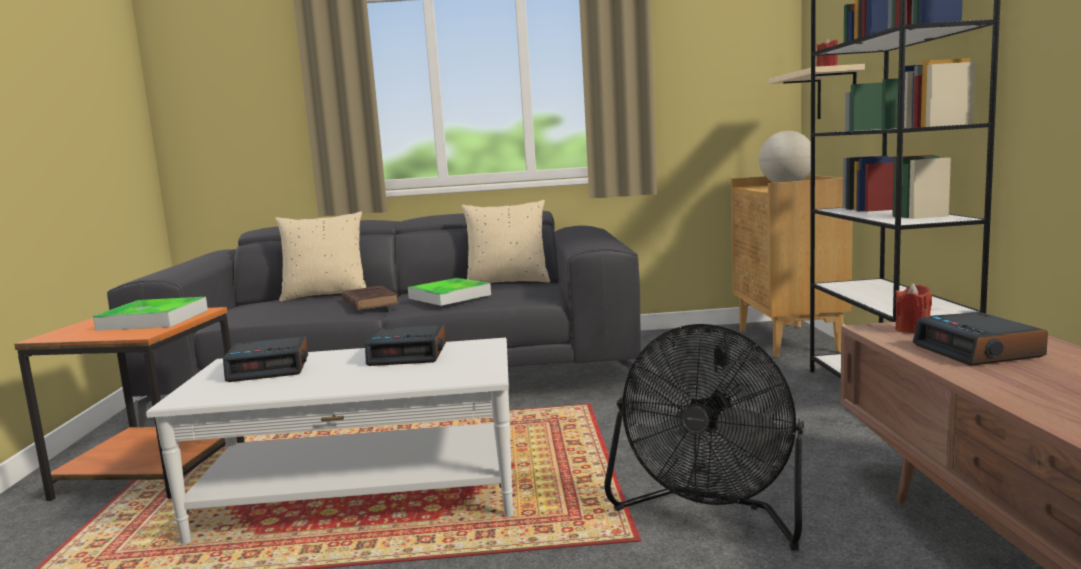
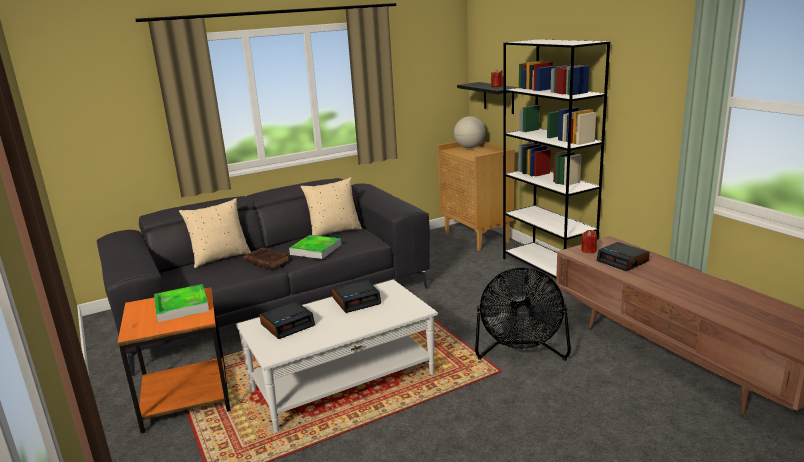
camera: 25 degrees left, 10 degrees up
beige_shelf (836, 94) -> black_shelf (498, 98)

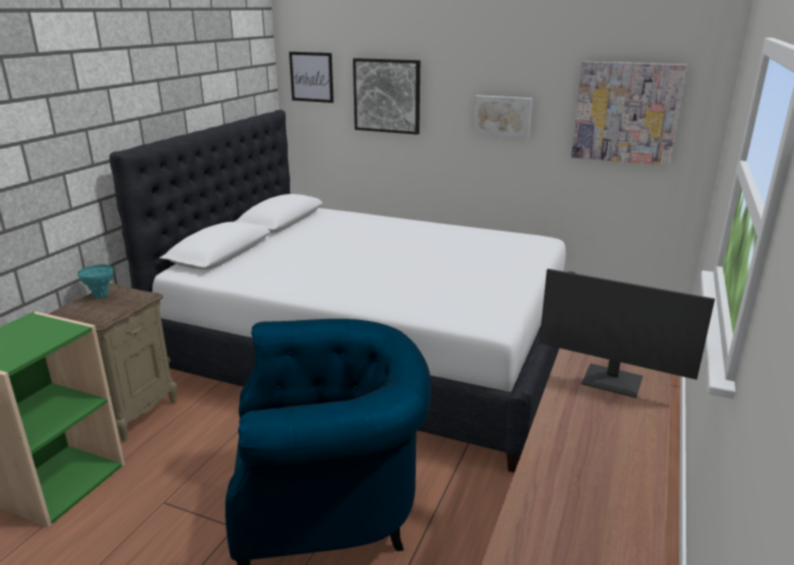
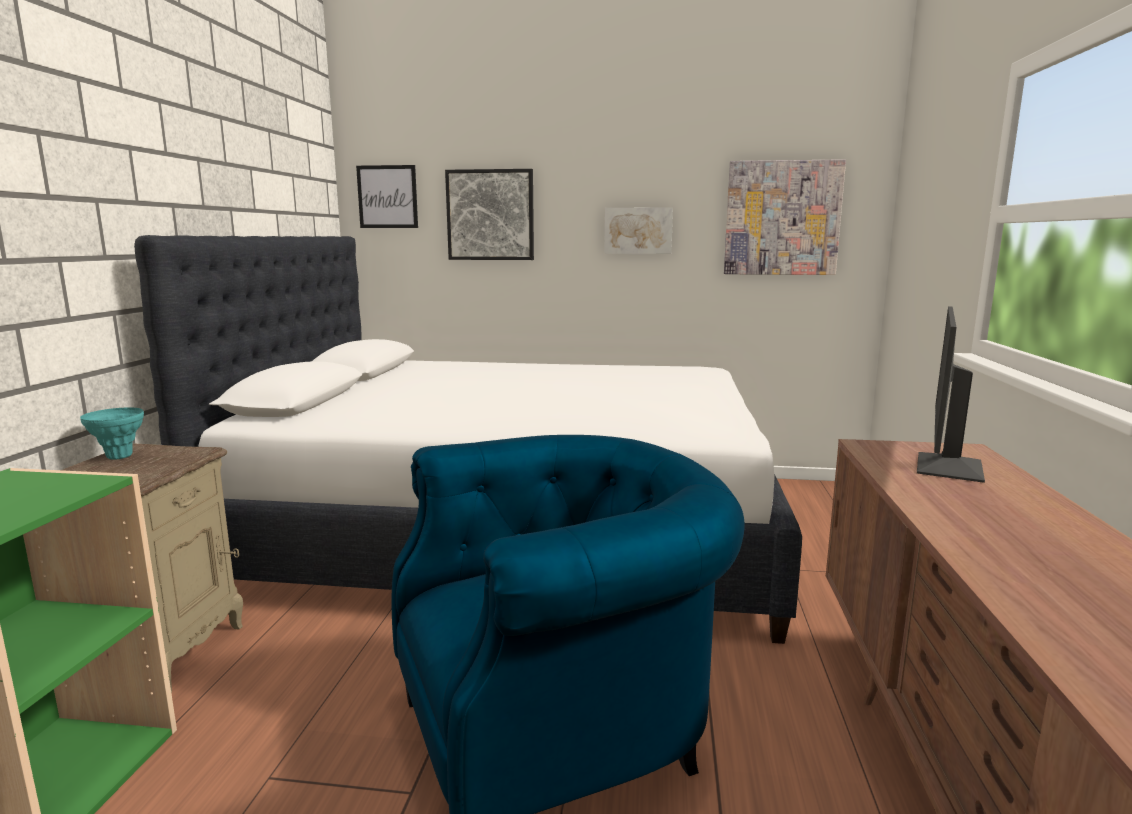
camera: 15 degrees left, 10 degrees down
monitor (612, 381) -> monitor (946, 467), 105 degrees clockwise

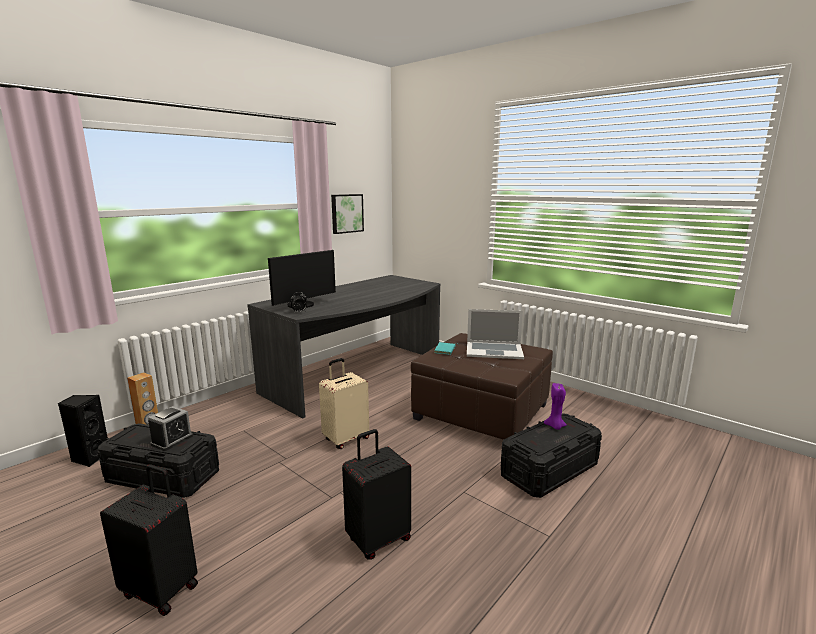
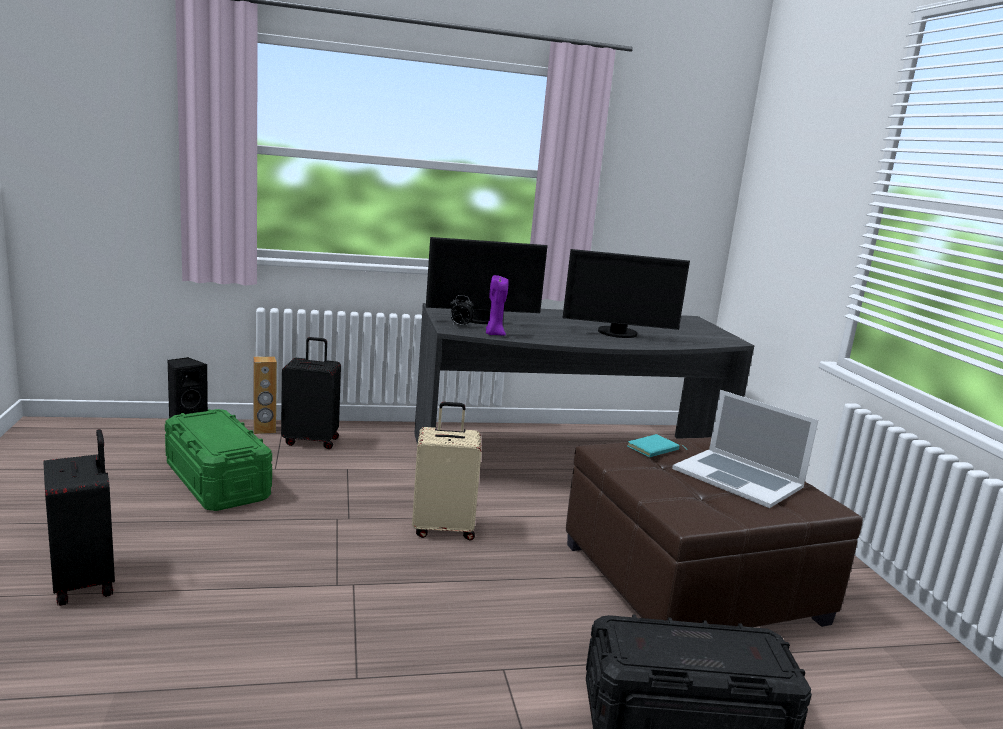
camera: 35 degrees right, 0 degrees up
alarm_clock (172, 440) -> none
picture (346, 213) -> none
none -> monitor (618, 334)
black_suitcase (378, 539) -> black_suitcase (311, 441), moved
purple_candle (555, 426) -> purple_candle (494, 334), moved
black_storage_box (163, 476) -> green_storage_box (217, 481)

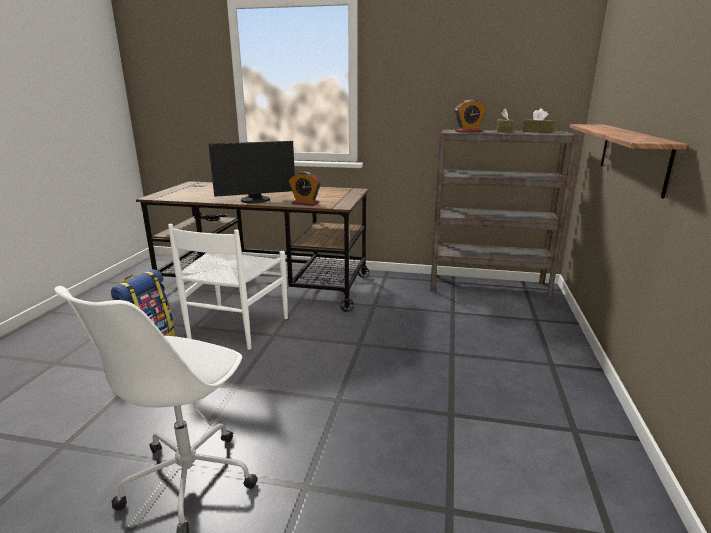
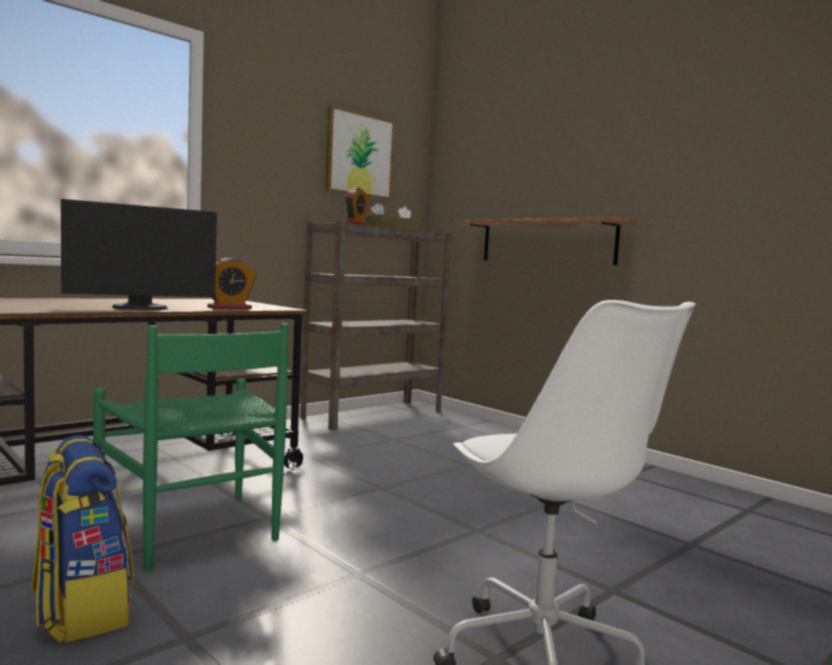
camera: 55 degrees left, 15 degrees down
none -> picture (359, 155)
white_chair (236, 328) -> green_chair (193, 532)
monitor (255, 200) -> monitor (141, 308), 45 degrees clockwise

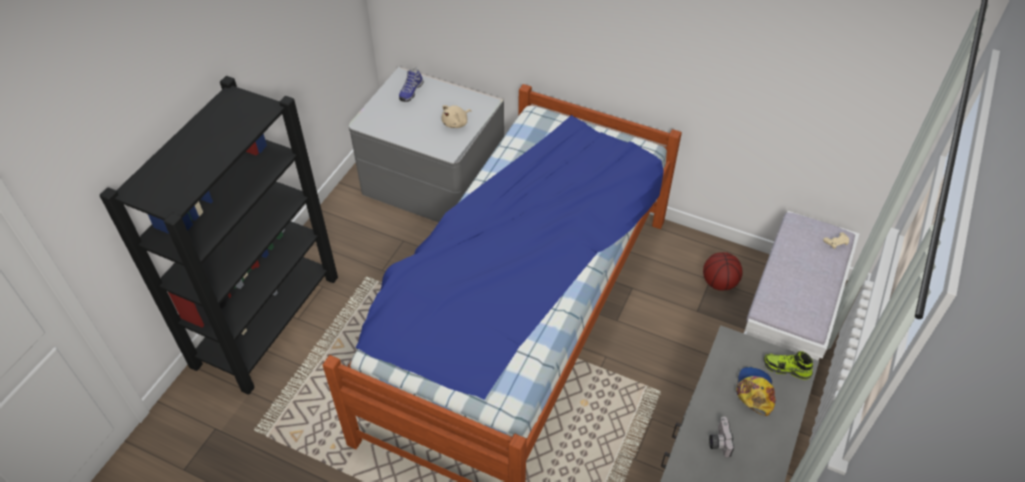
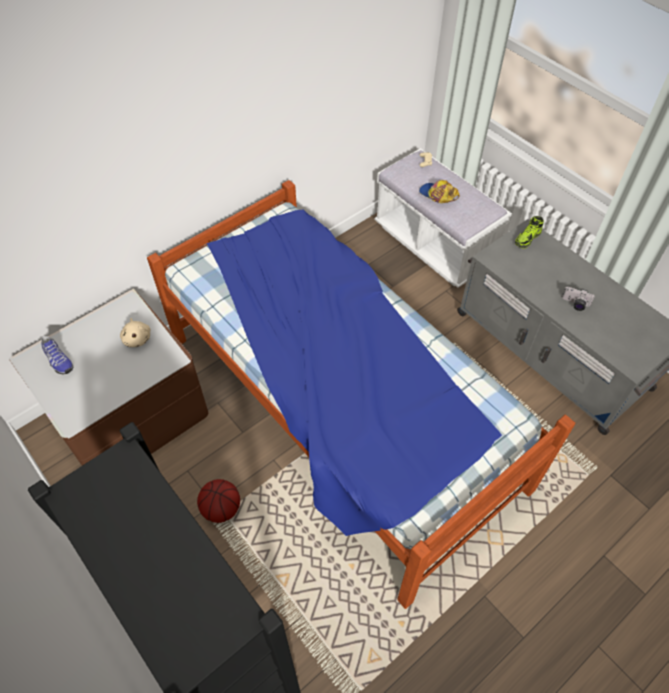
camera: 65 degrees left, 5 degrees up
basketball (719, 282) -> basketball (221, 508), moved
cap (754, 391) -> cap (438, 195), moved
grey_nightstand (433, 182) -> brown_nightstand (130, 415)

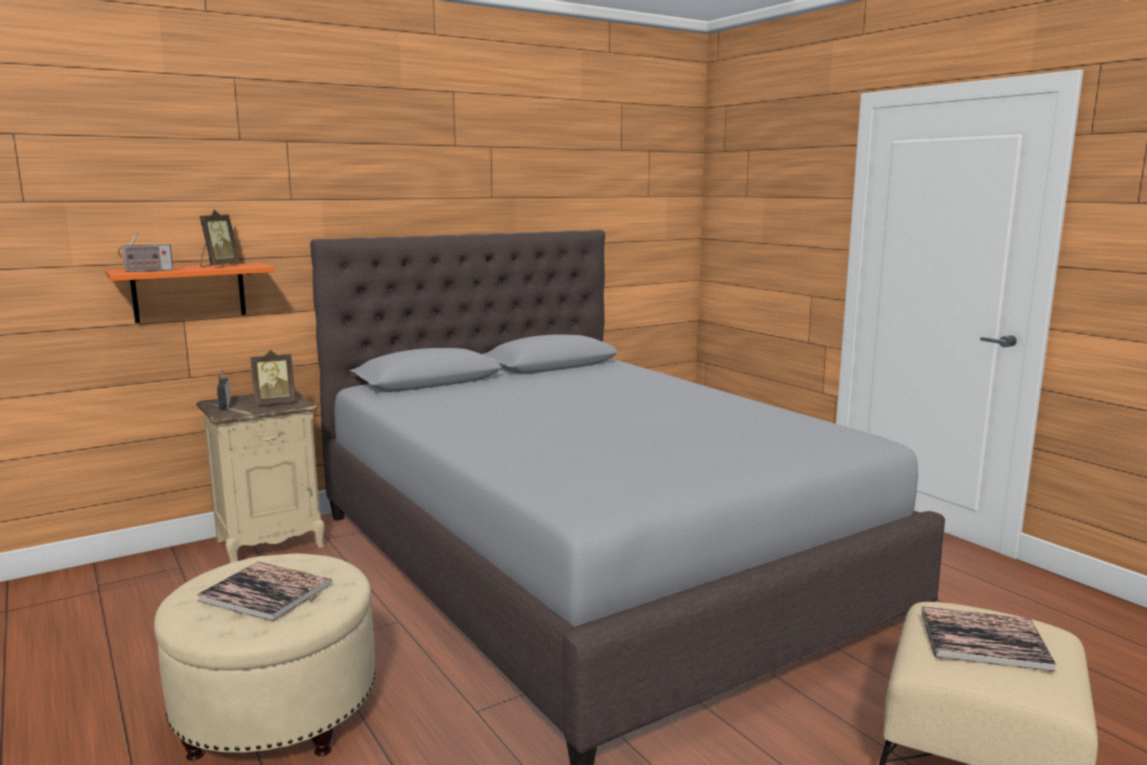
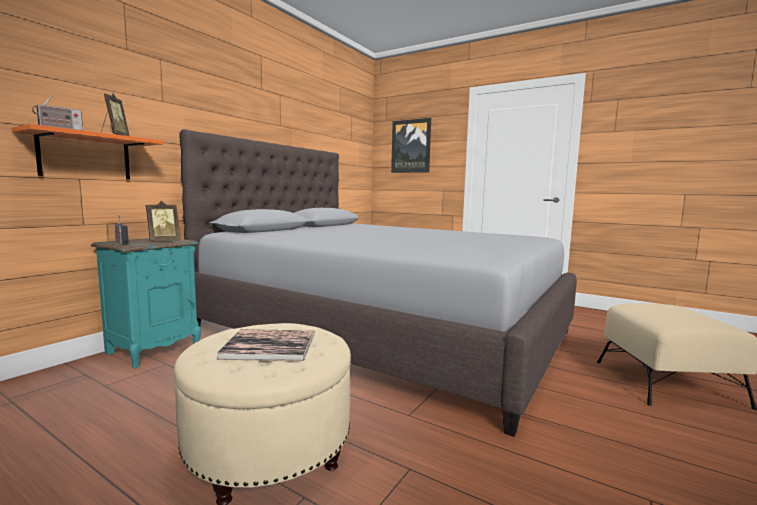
camera: 25 degrees left, 5 degrees down
book (983, 640) -> none
none -> picture (411, 146)
beige_nightstand (270, 544) -> turquoise_nightstand (155, 350)

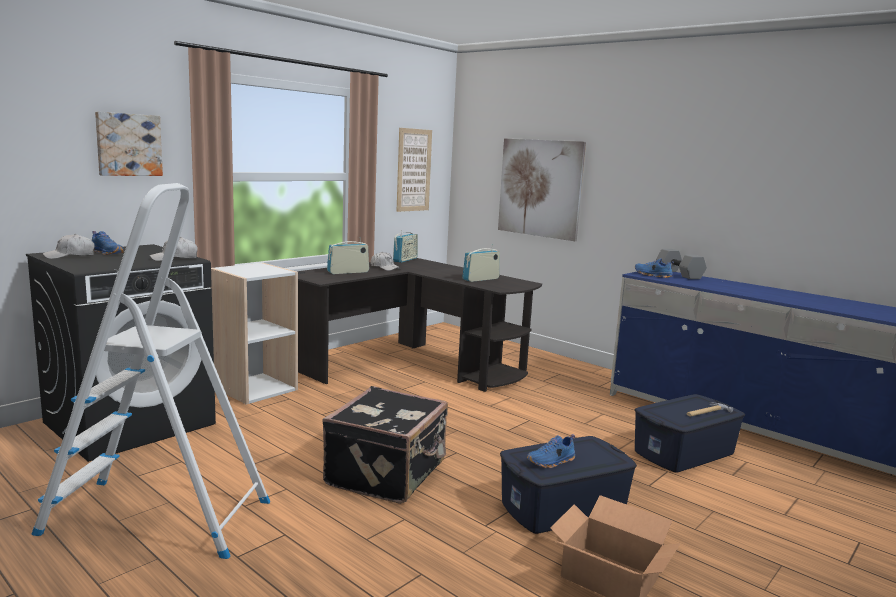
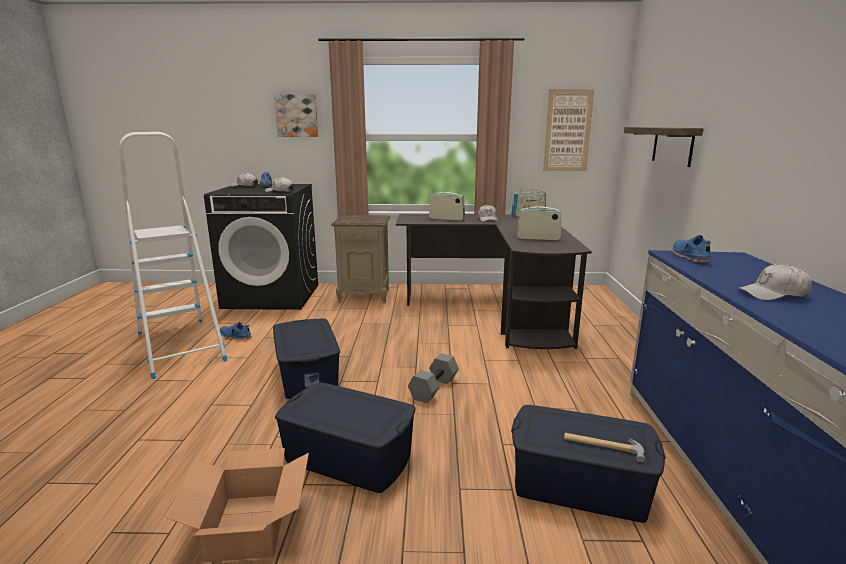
camera: 50 degrees right, 5 degrees up
none -> white_cap (774, 294)
blue_shoe (551, 462) -> blue_shoe (235, 337), moved
grey_dumbbell (678, 274) -> grey_dumbbell (433, 388), moved
bookcase (256, 388) -> beige_nightstand (364, 296)
black_suitcase (388, 474) -> blue_storage_box (308, 374)
picture (540, 188) -> shelf (672, 145)

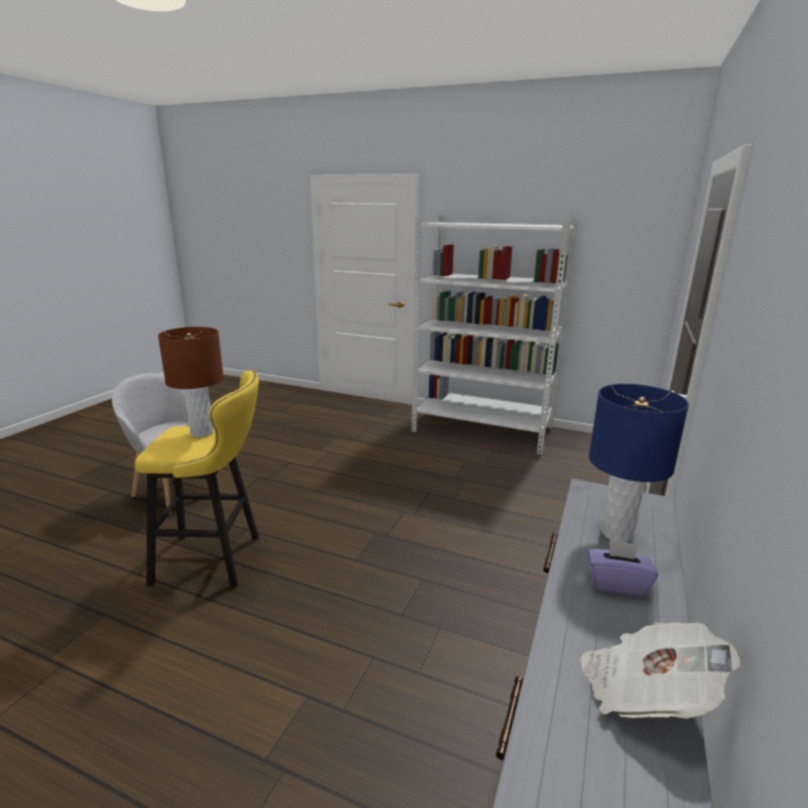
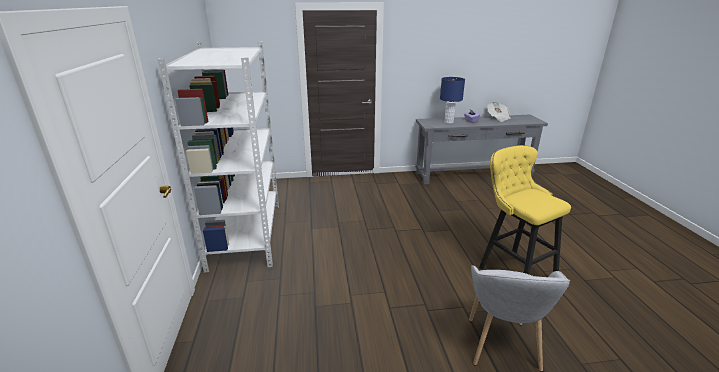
camera: 120 degrees left, 5 degrees up
brown_table_lamp (202, 433) -> none

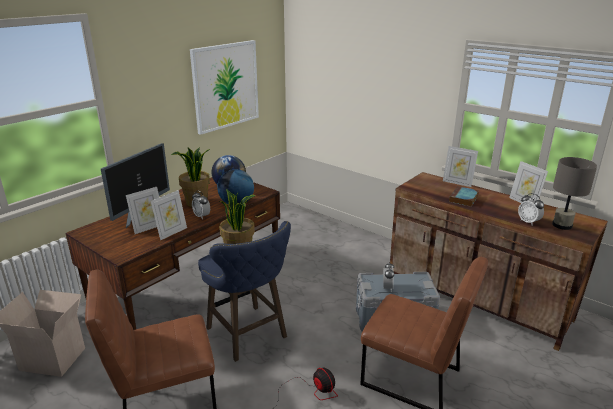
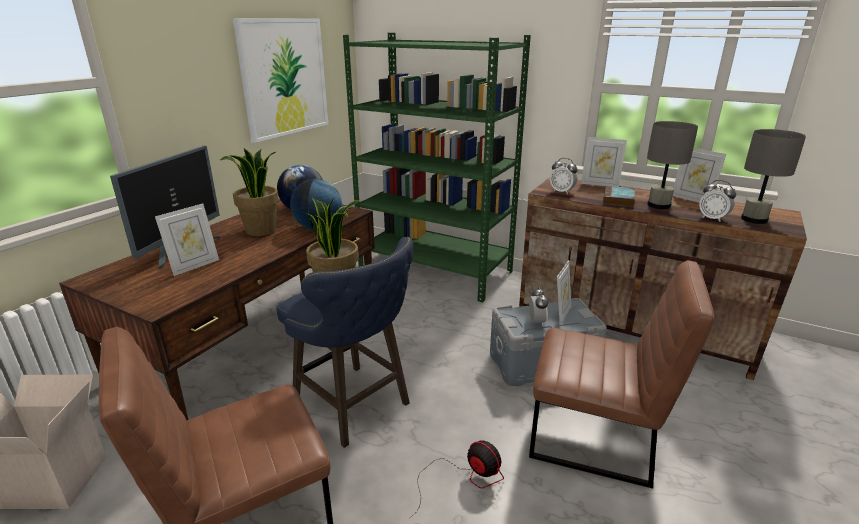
camera: 10 degrees left, 0 degrees up
none -> green_bookcase (435, 270)
none -> grey_table_lamp (658, 205)
picture_frame (172, 233) -> picture_frame (561, 314), moved
alarm_clock (202, 216) -> alarm_clock (562, 192), moved

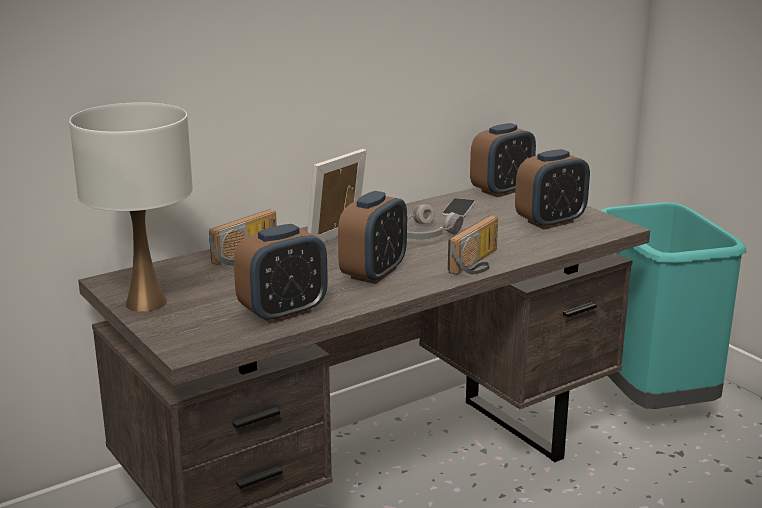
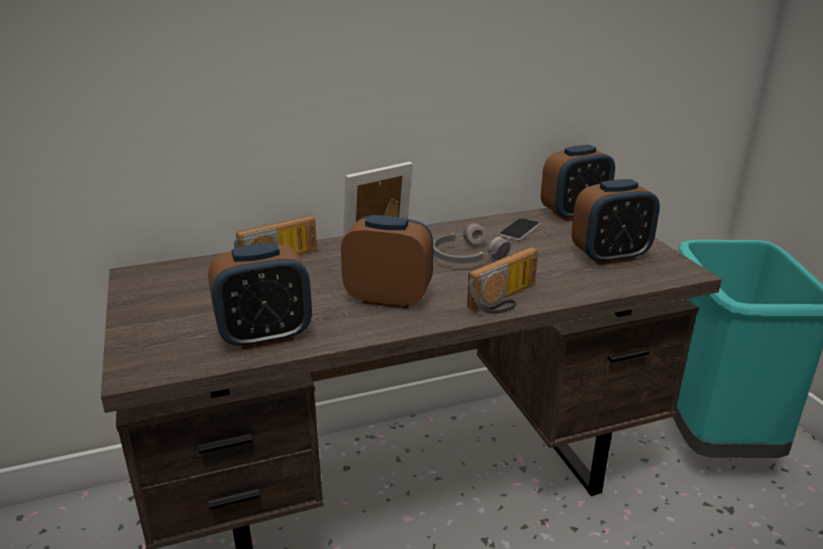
camera: 15 degrees right, 5 degrees up
white_table_lamp (146, 303) -> none
alarm_clock (373, 273) -> alarm_clock (388, 298), 120 degrees counterclockwise

